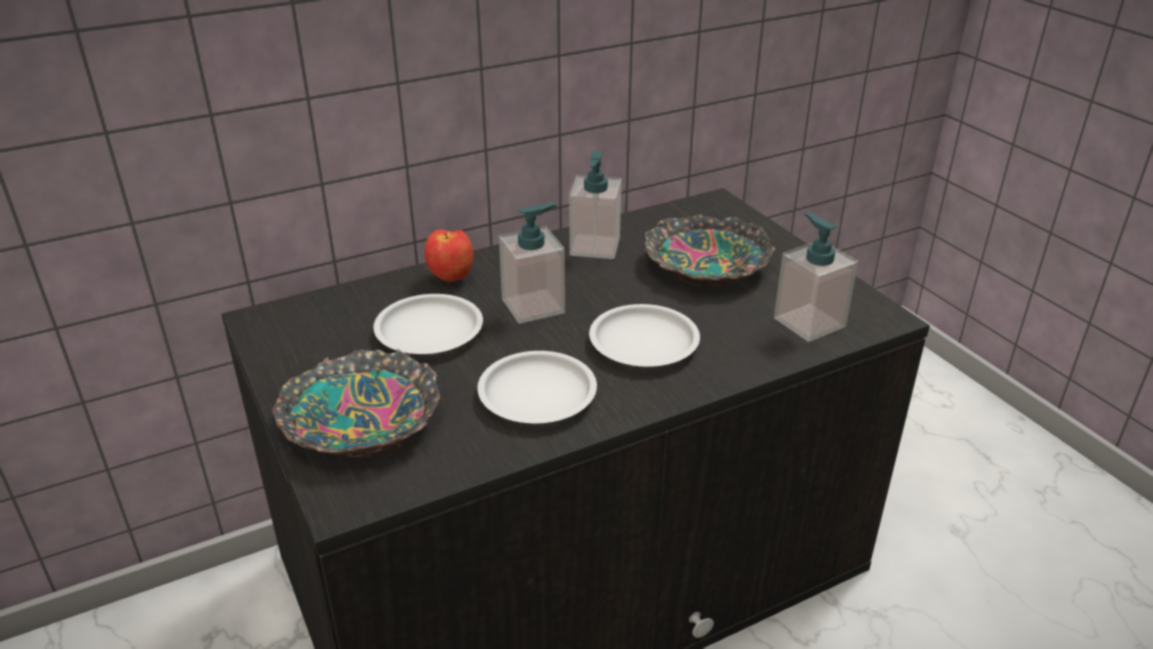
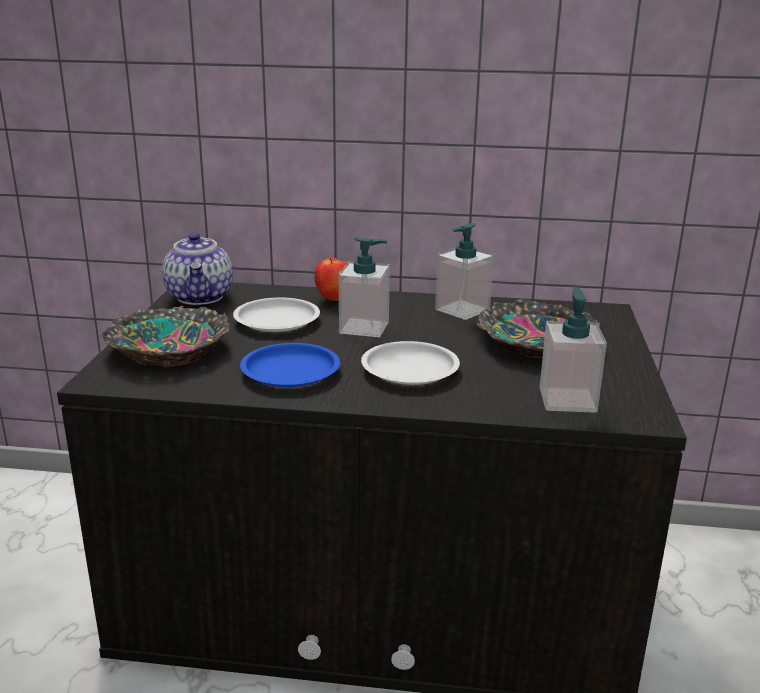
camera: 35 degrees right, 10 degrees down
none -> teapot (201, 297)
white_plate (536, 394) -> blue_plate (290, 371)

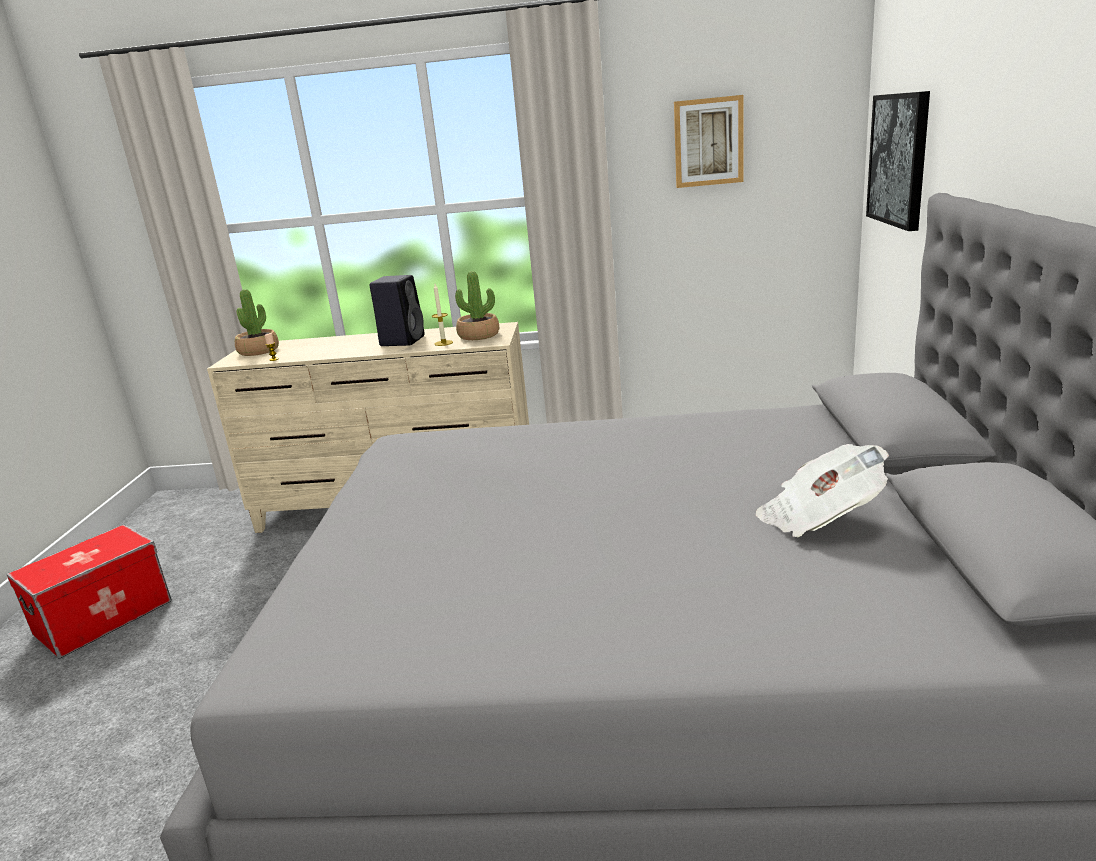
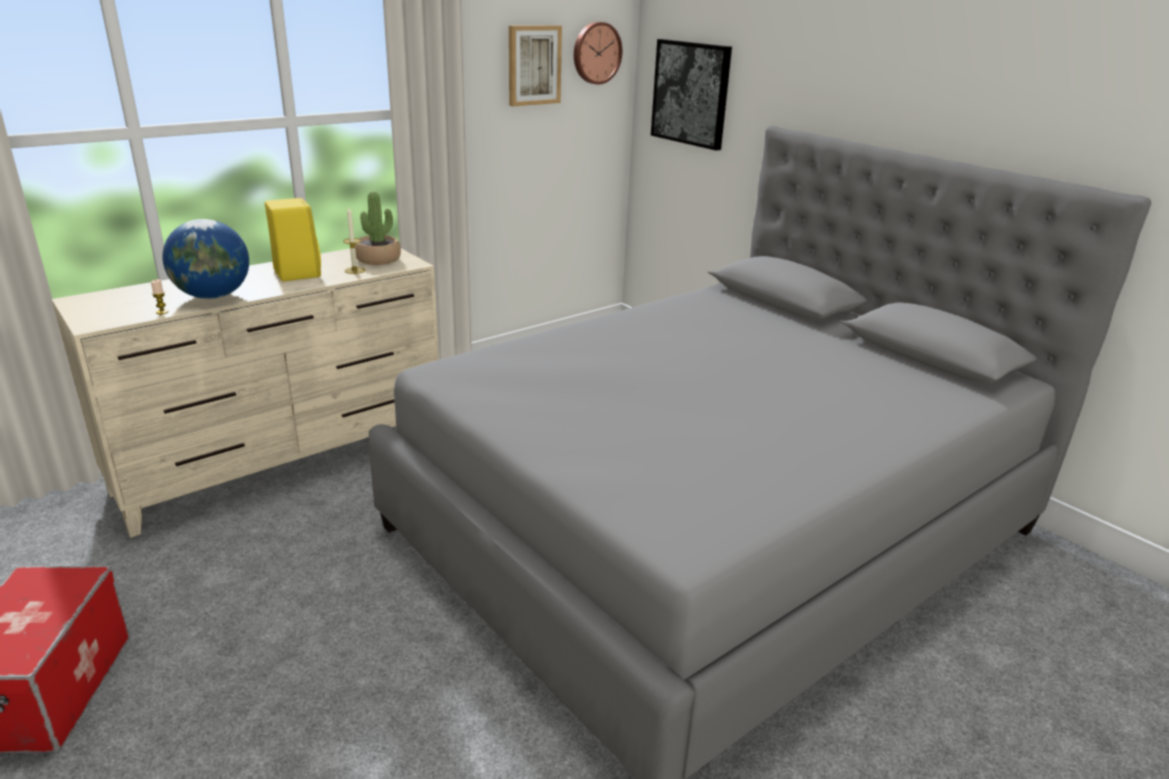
camera: 45 degrees left, 5 degrees up
potted_plant (258, 351) -> none
newspaper (818, 518) -> none
none -> globe (213, 296)
none -> wall_clock (596, 53)
black_speaker (402, 340) -> yellow_speaker (296, 273)

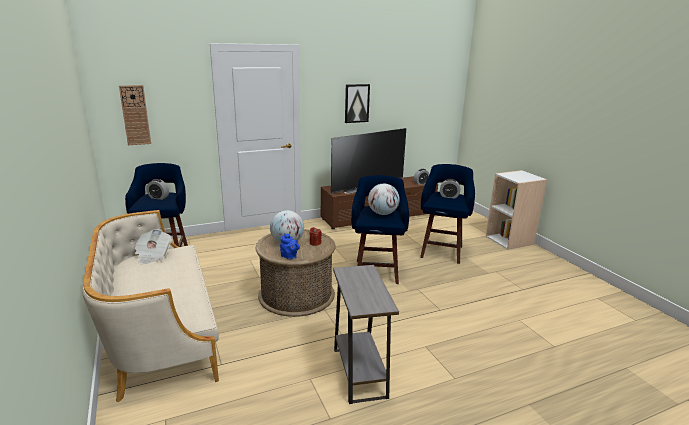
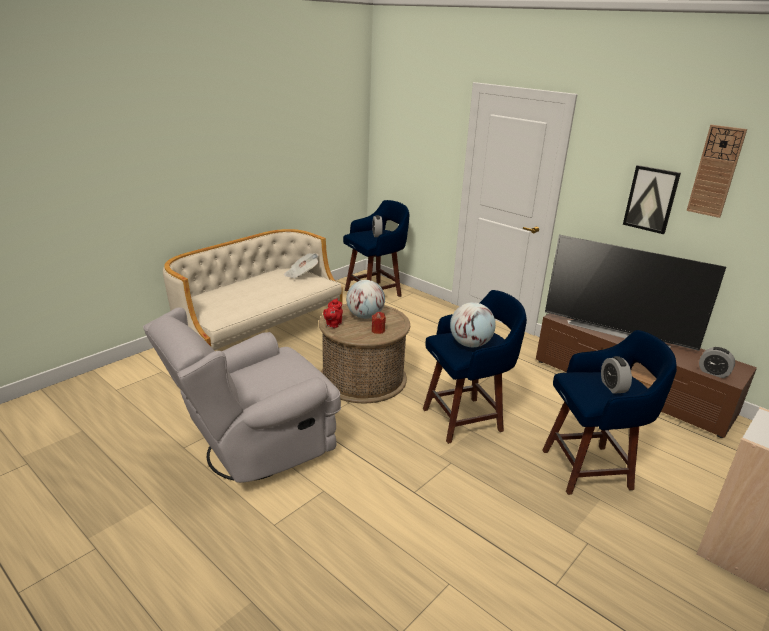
camera: 65 degrees right, 5 degrees up
wall_clock (135, 115) -> wall_clock (715, 171), moved
grey_side_table (359, 372) -> grey_armchair (253, 450)
blue_teapot (289, 257) -> red_teapot (333, 324)

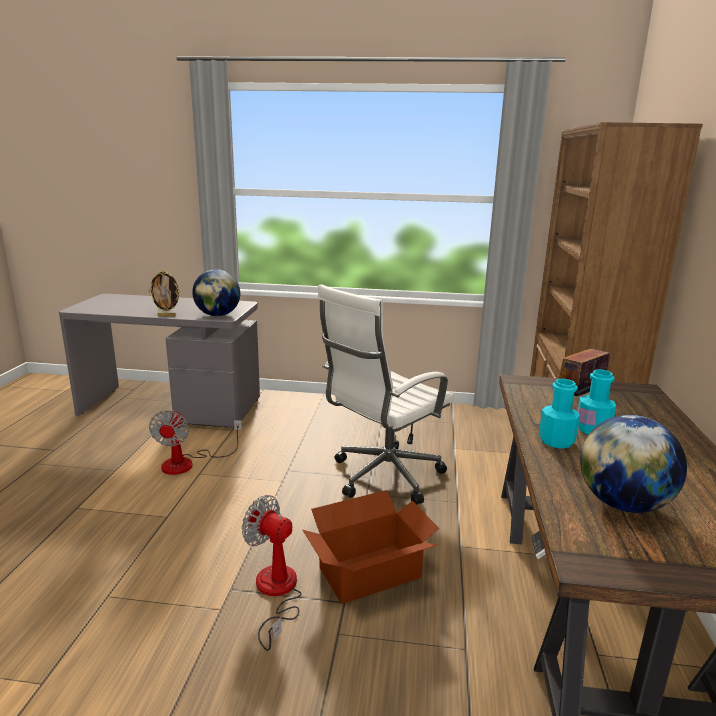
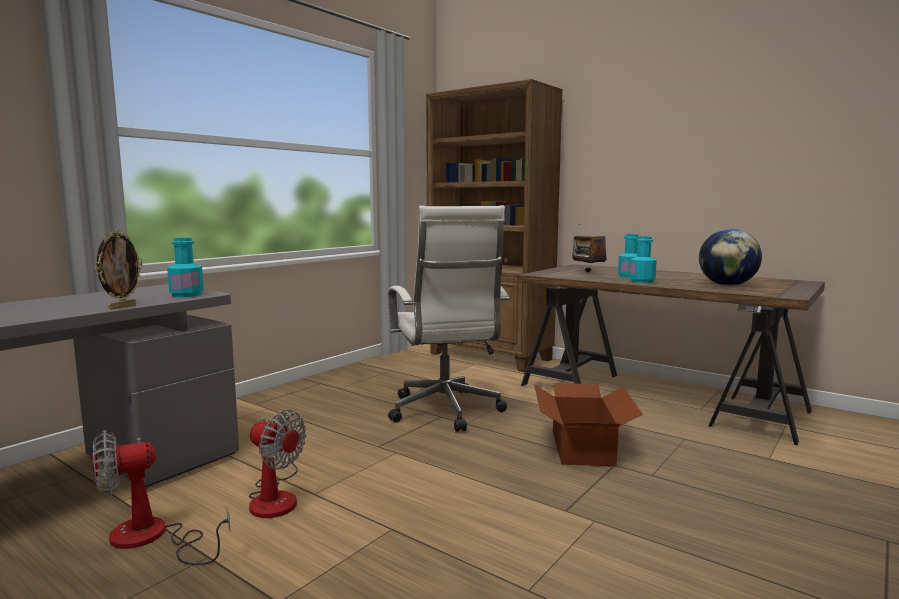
camera: 60 degrees left, 10 degrees down
fan (276, 593) -> fan (152, 538), moved
globe (218, 315) -> turquoise_bottle (186, 295)

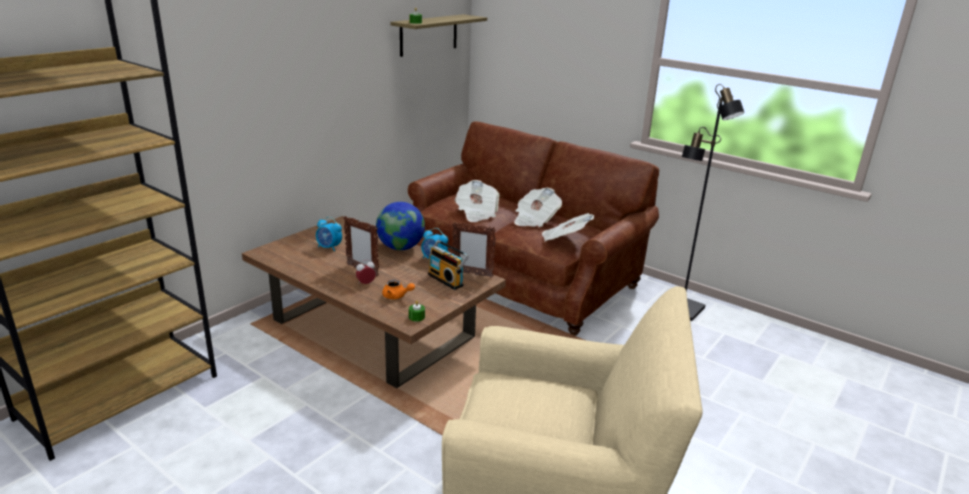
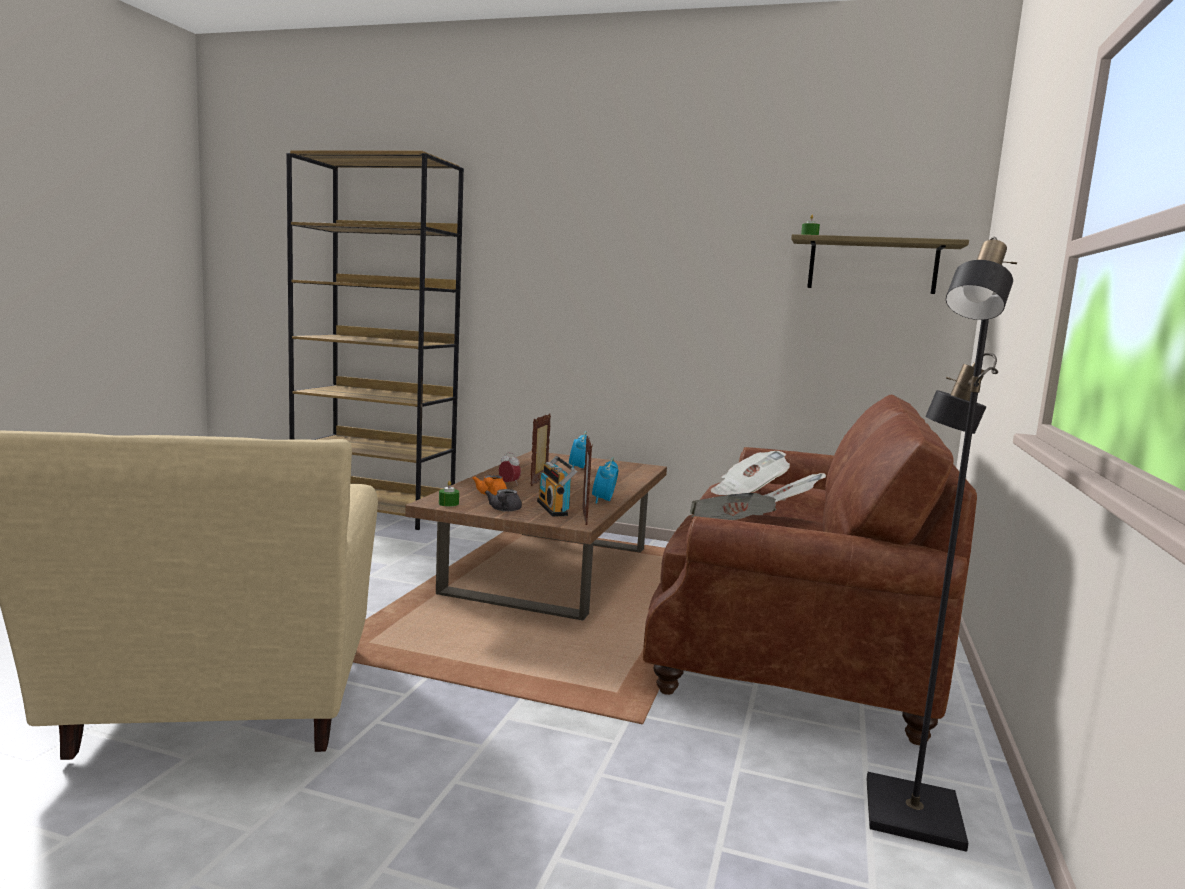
camera: 70 degrees right, 15 degrees down
globe (400, 247) -> none
none -> grey_teapot (504, 510)
radio (447, 279) -> radio (555, 508), 45 degrees counterclockwise

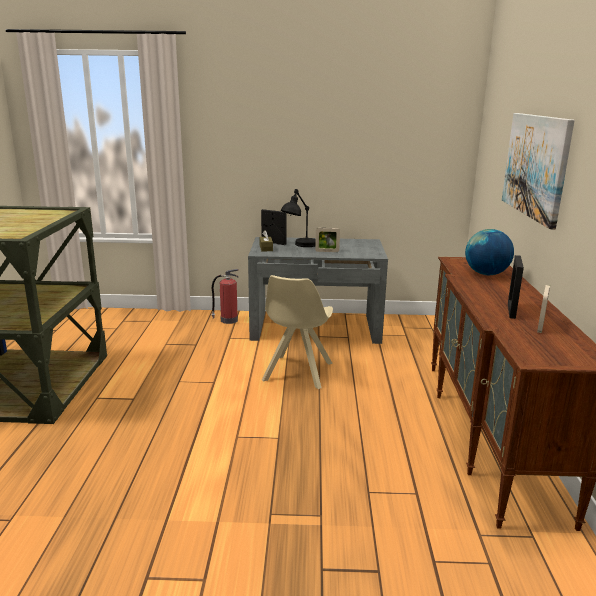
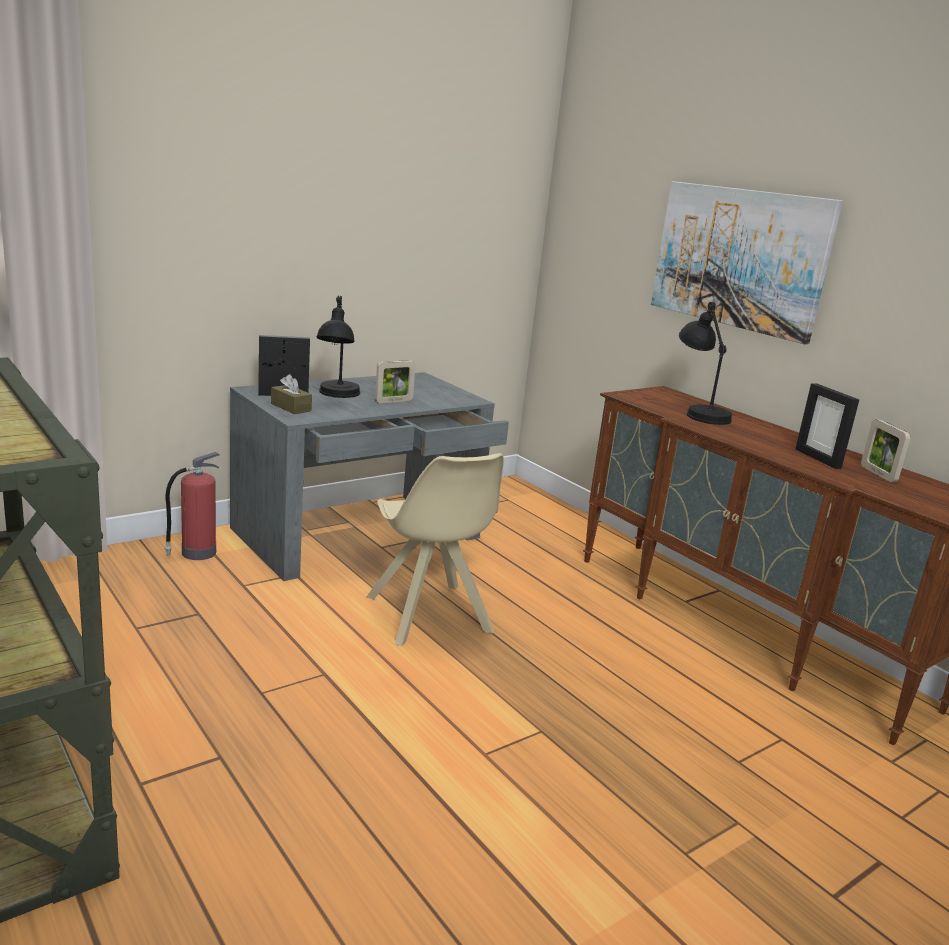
camera: 40 degrees left, 0 degrees up
globe (486, 274) -> black_table_lamp (698, 411)

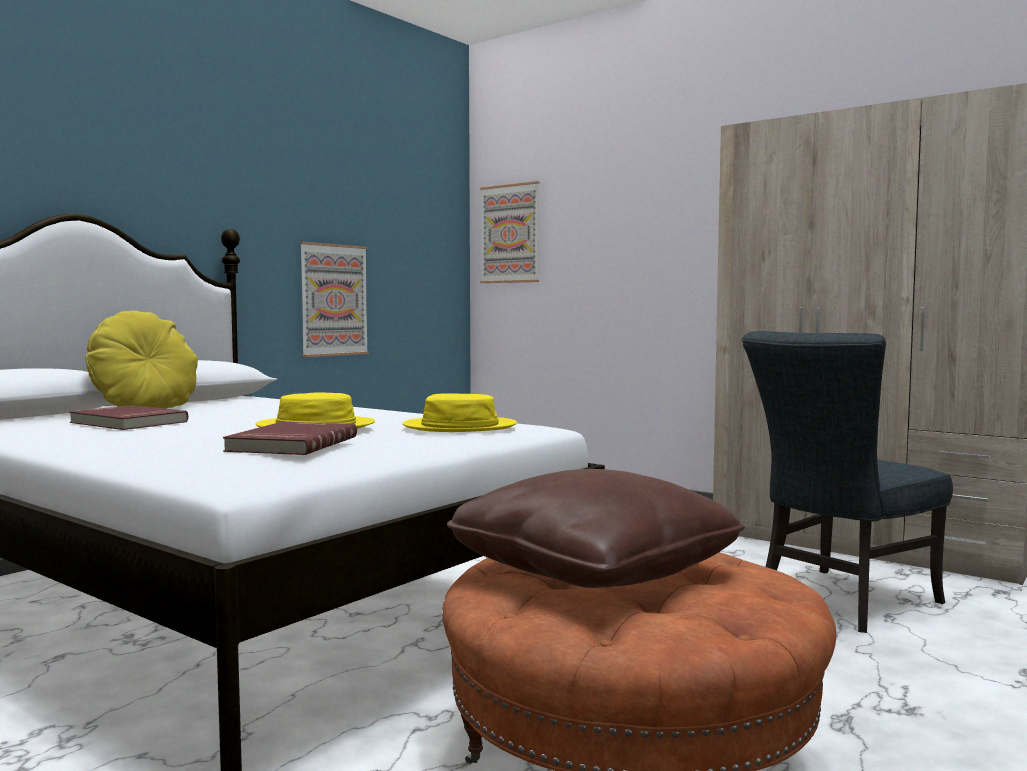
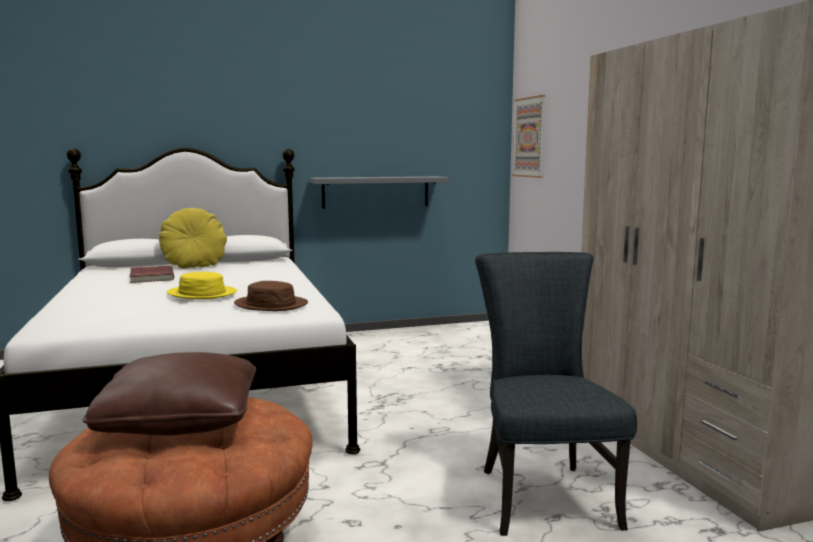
camera: 35 degrees right, 5 degrees up
red_book (291, 444) -> none
picture (333, 300) -> grey_shelf (376, 192)
yellow_hat (460, 427) -> brown_hat (271, 304)
grey_chair (839, 602) -> grey_chair (542, 493), 90 degrees clockwise

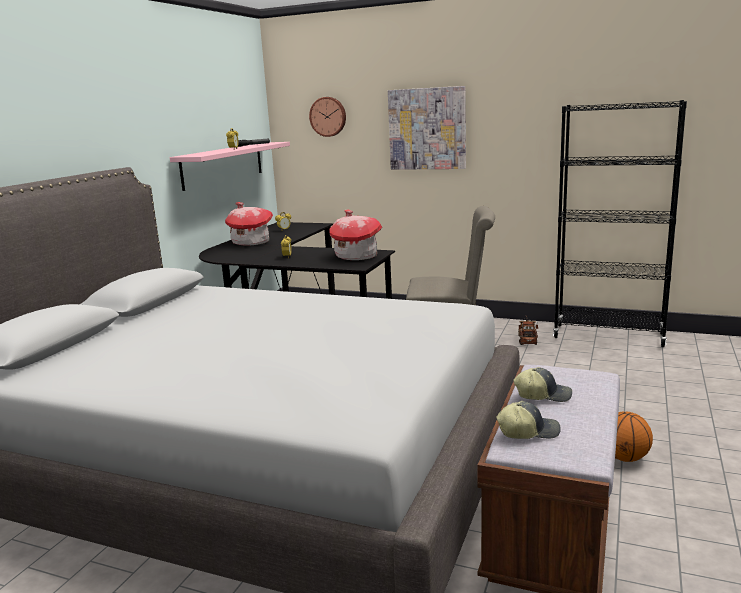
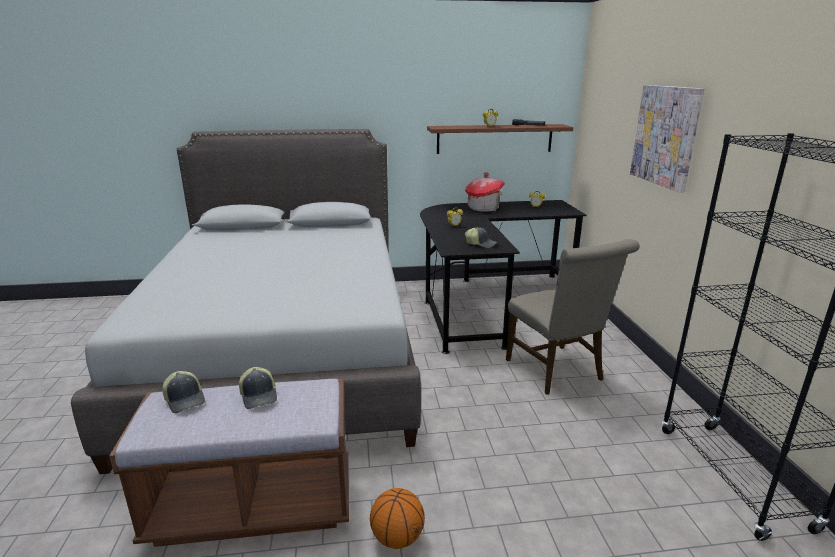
camera: 60 degrees right, 5 degrees up
wall_clock (328, 116) -> none
toy_truck (527, 339) -> none
toy_house (356, 256) -> cap (481, 244)
pink_shelf (223, 165) -> brown_shelf (494, 138)

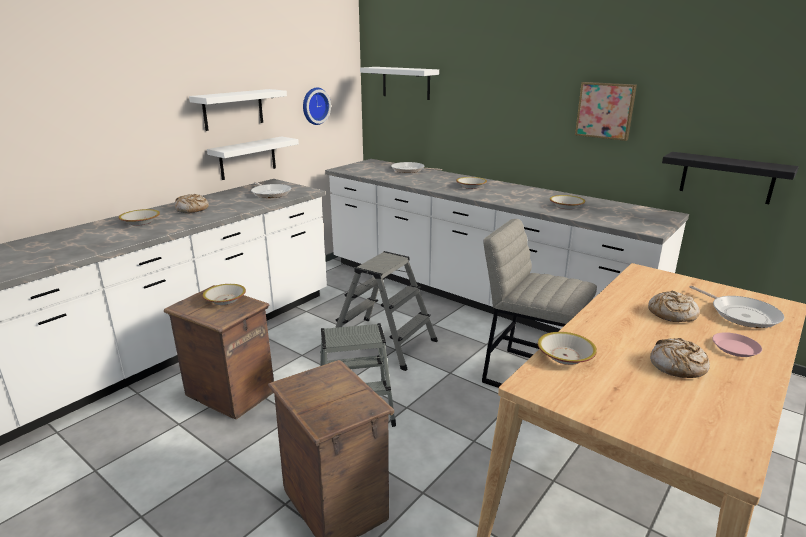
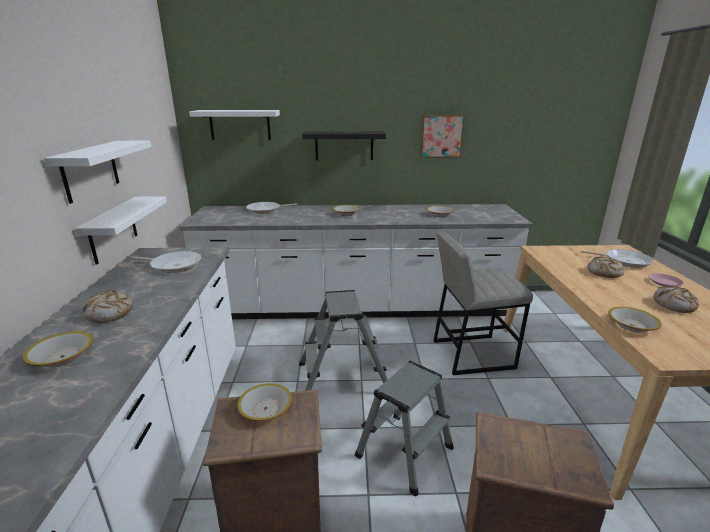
camera: 40 degrees left, 0 degrees up
wall_clock (314, 106) -> none
black_shelf (727, 178) -> black_shelf (344, 145), moved

